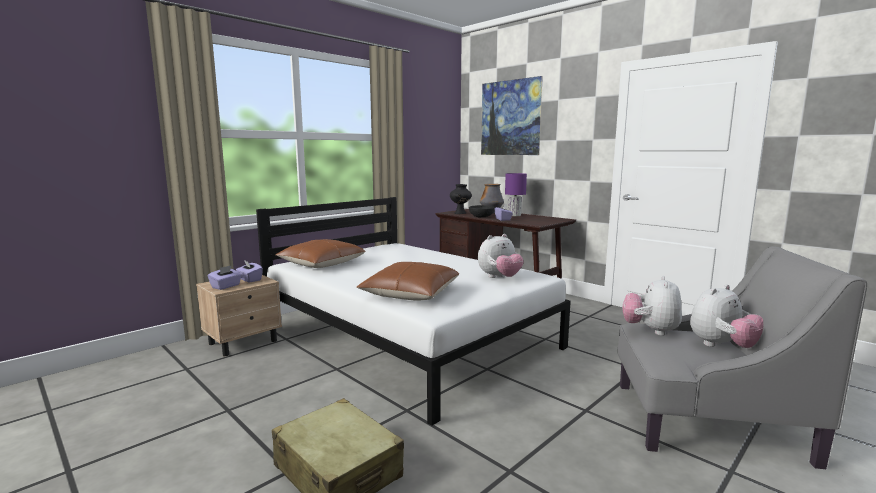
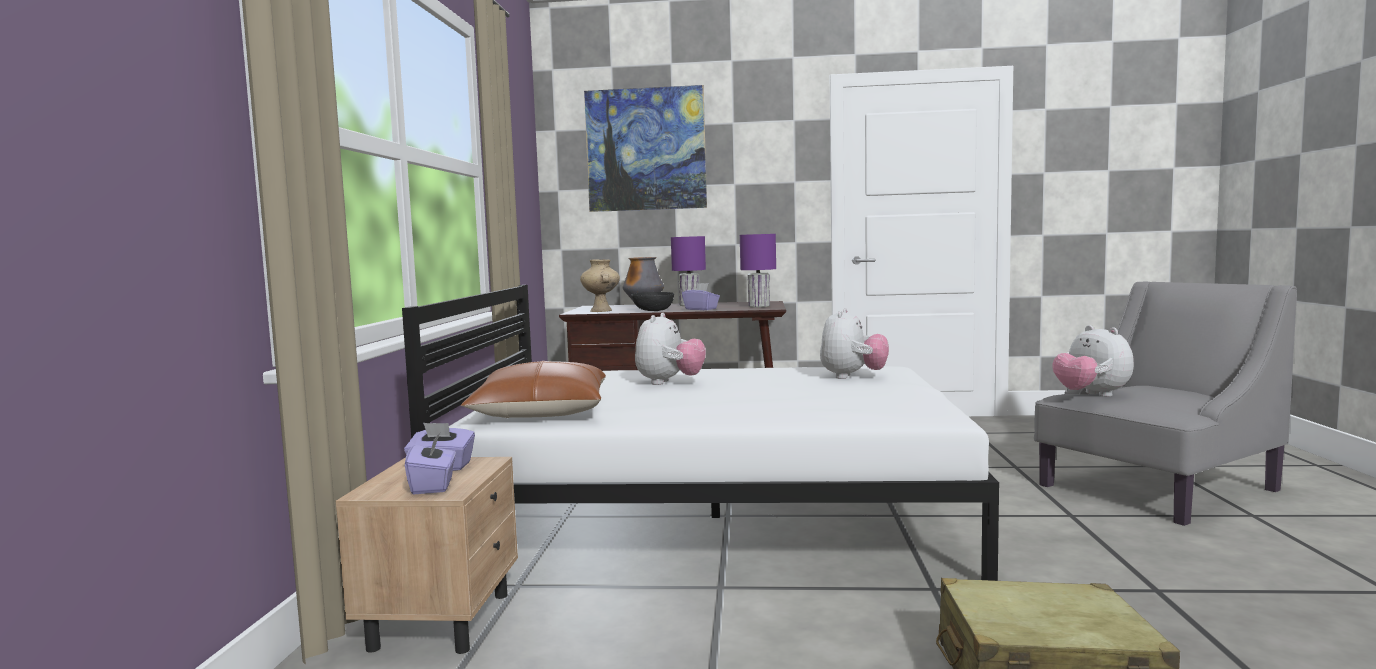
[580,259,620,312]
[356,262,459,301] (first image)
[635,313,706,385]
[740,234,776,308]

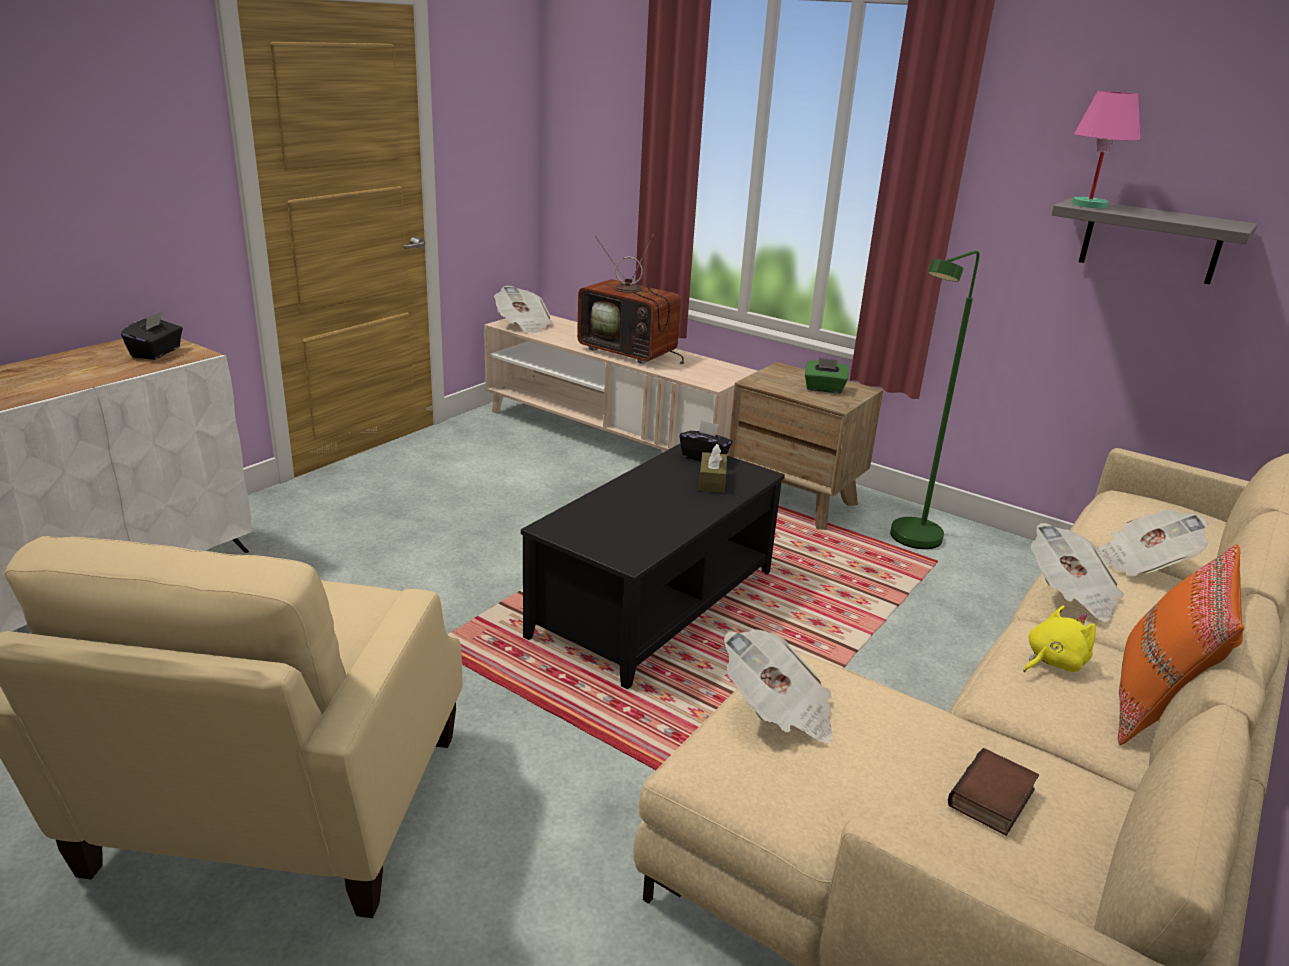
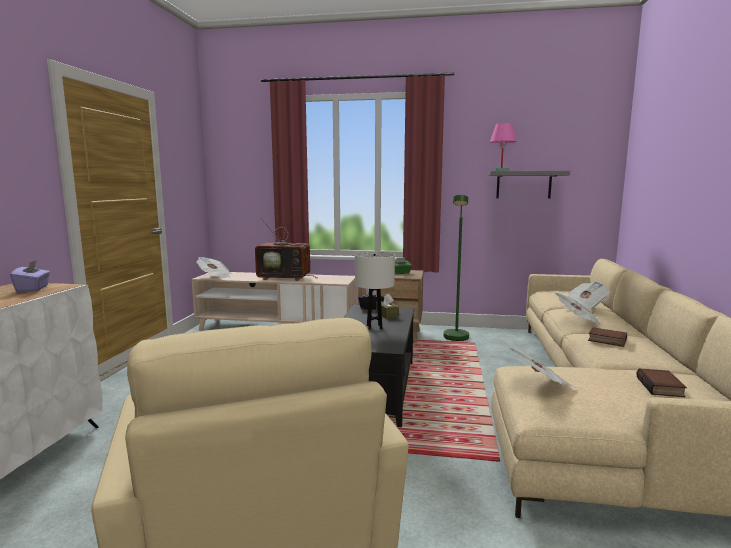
[10,260,50,292]
[1118,544,1244,745] (first image)
[588,327,627,347]
[355,252,395,330]

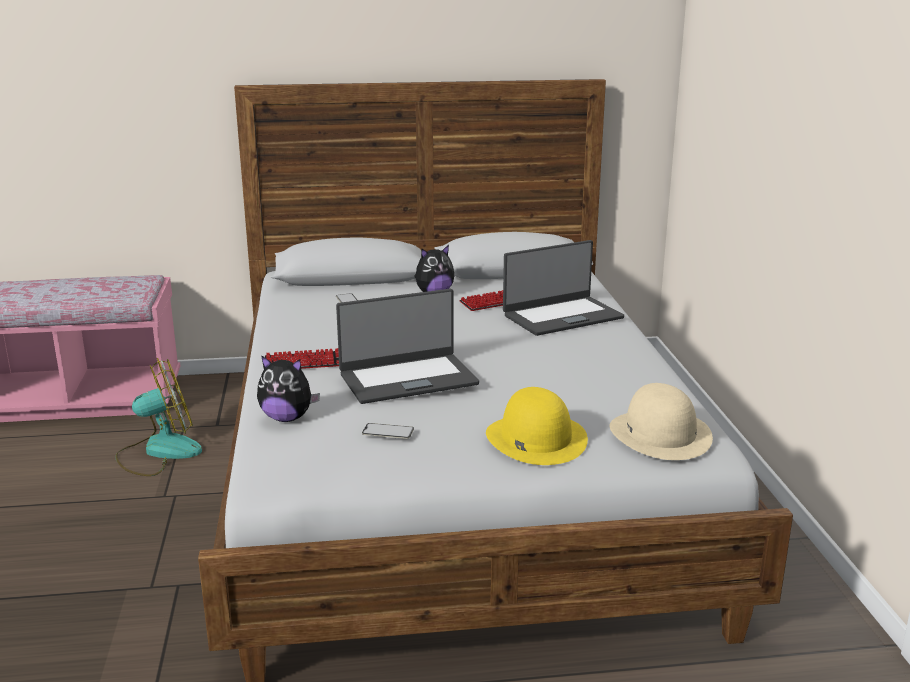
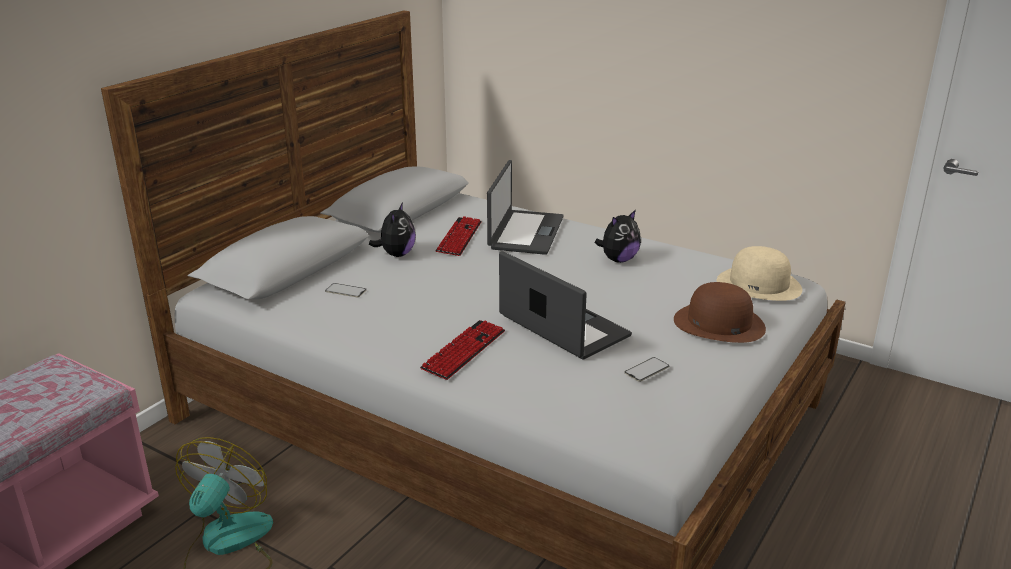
[499,251,632,360]
[595,210,641,263]
[674,282,766,343]

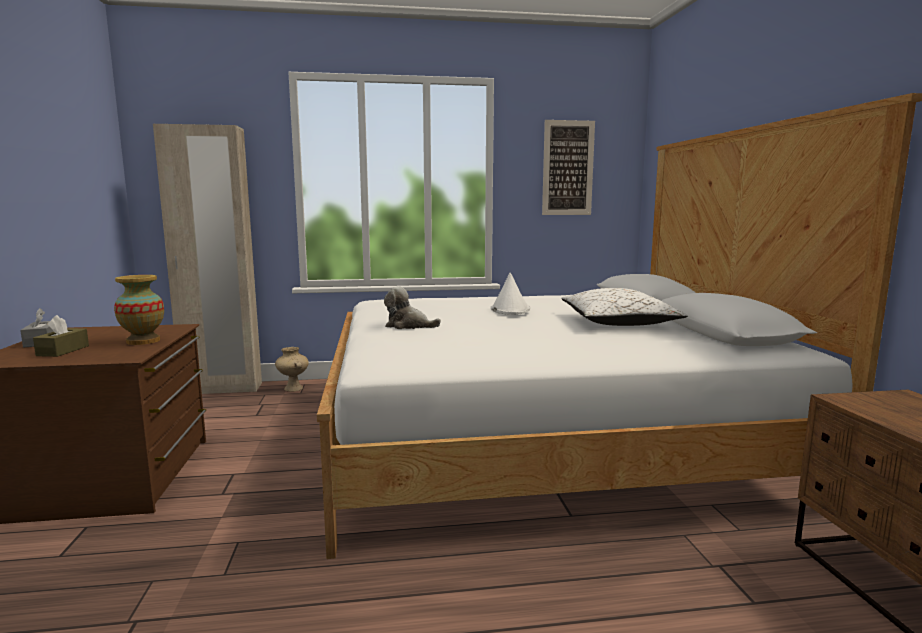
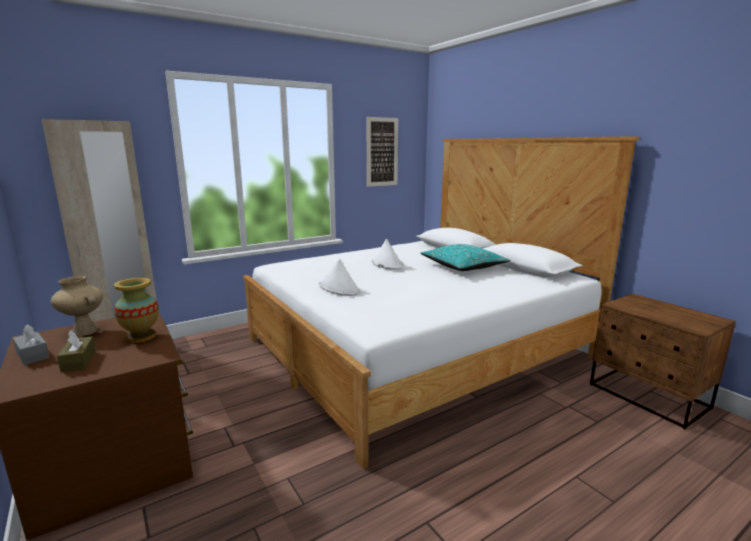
[319,259,361,296]
[420,244,510,271]
[51,276,103,336]

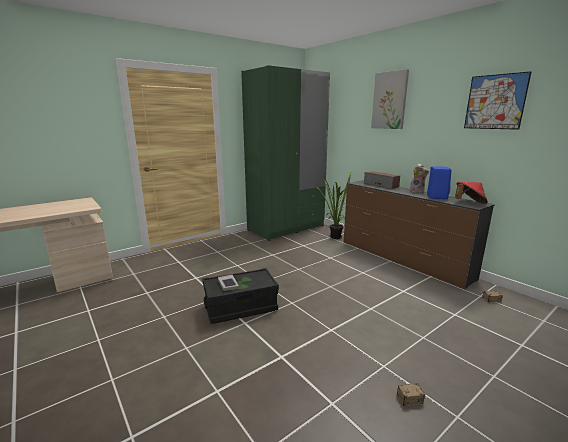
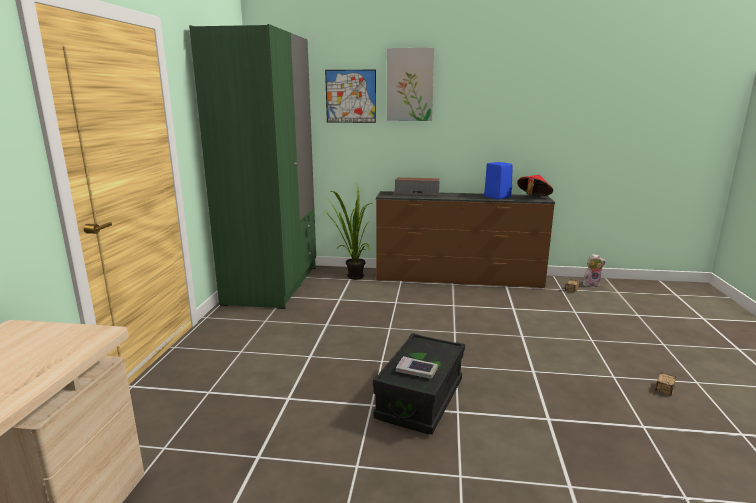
[325,70,376,123]
[583,254,606,288]

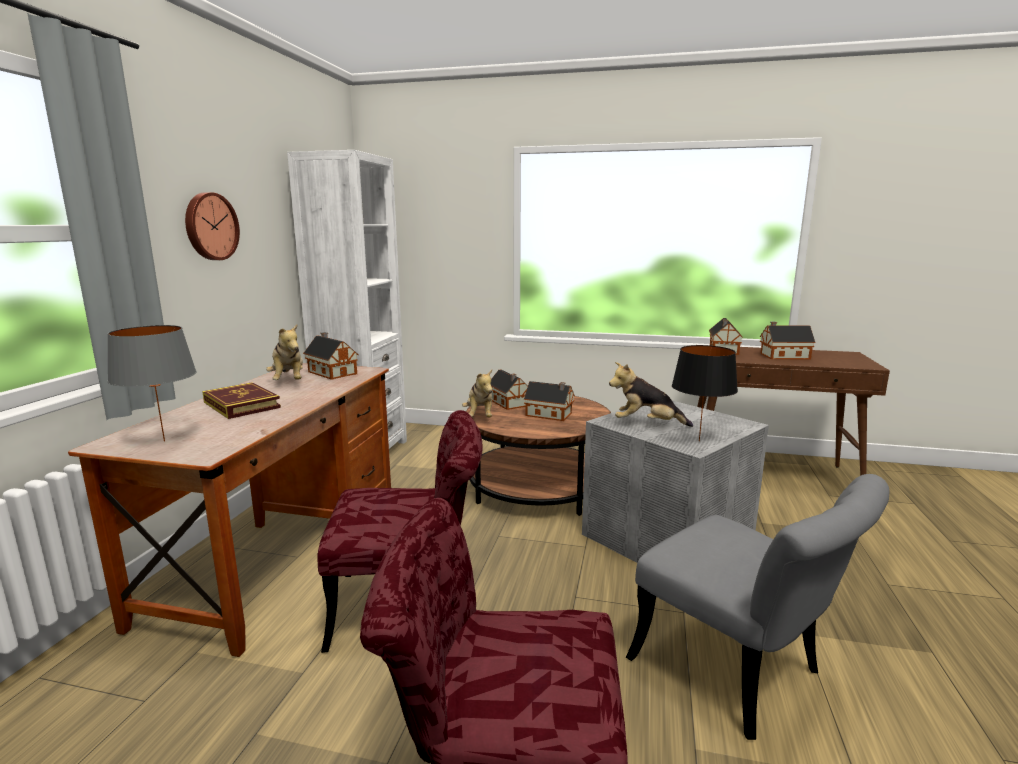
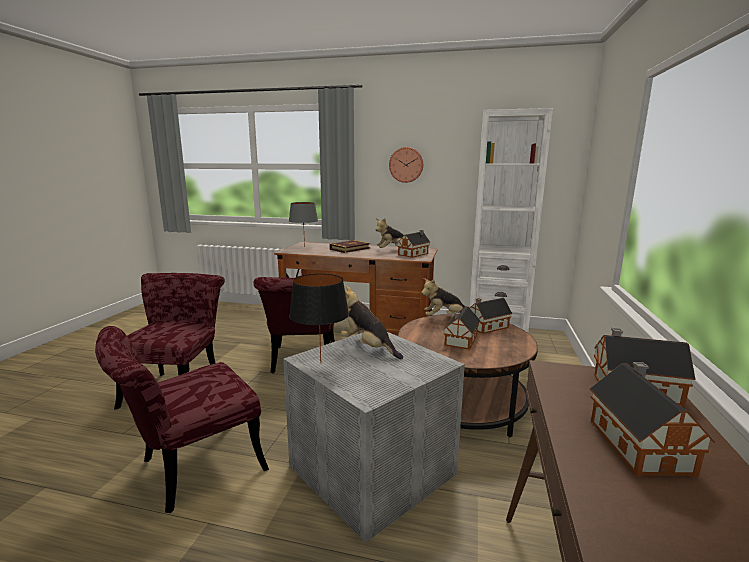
[341,286,403,359]
[95,326,269,513]

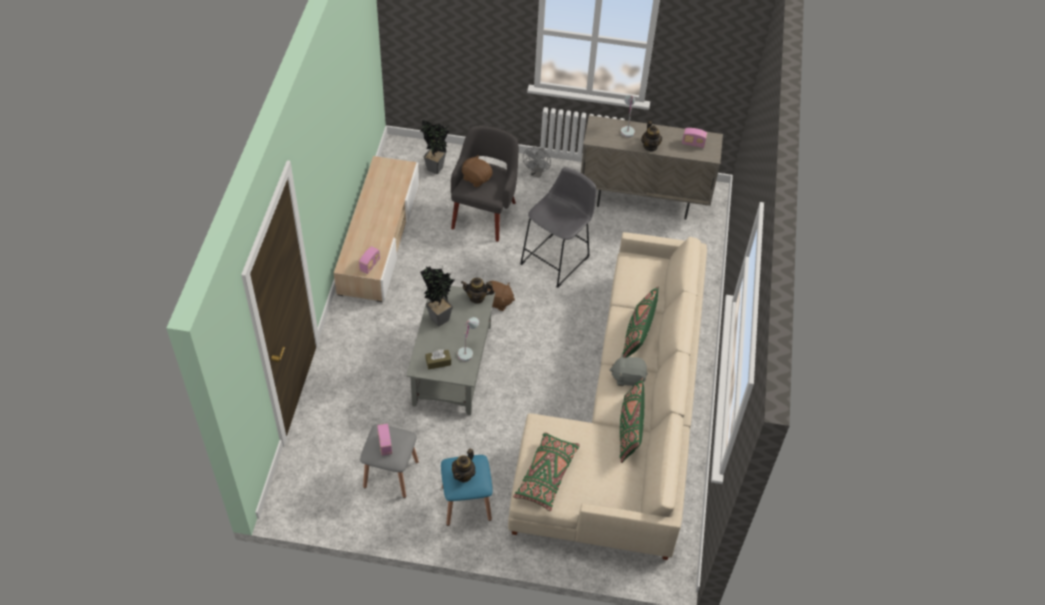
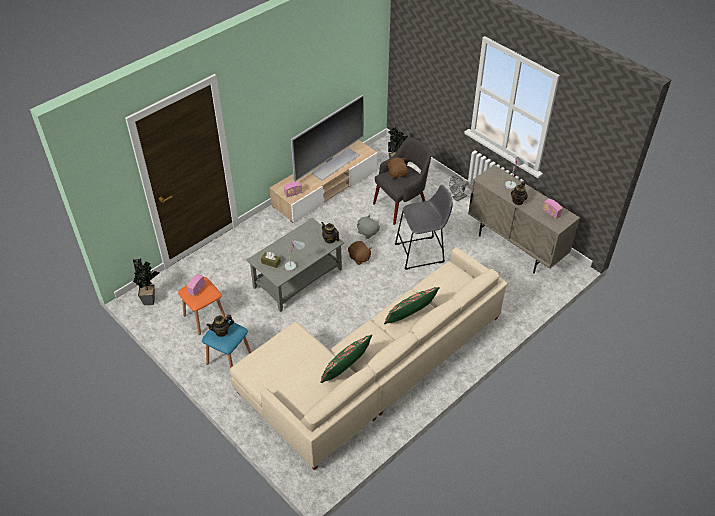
[133,259,160,305]
[357,215,380,239]
[178,277,226,335]
[513,432,580,511] (first image)
[291,94,364,182]

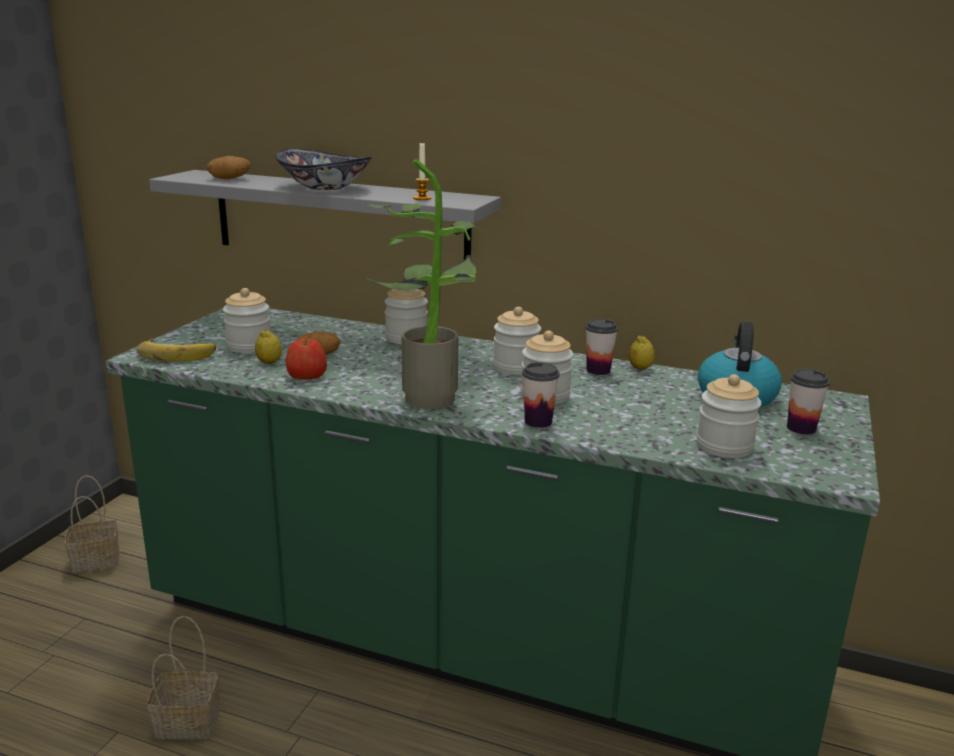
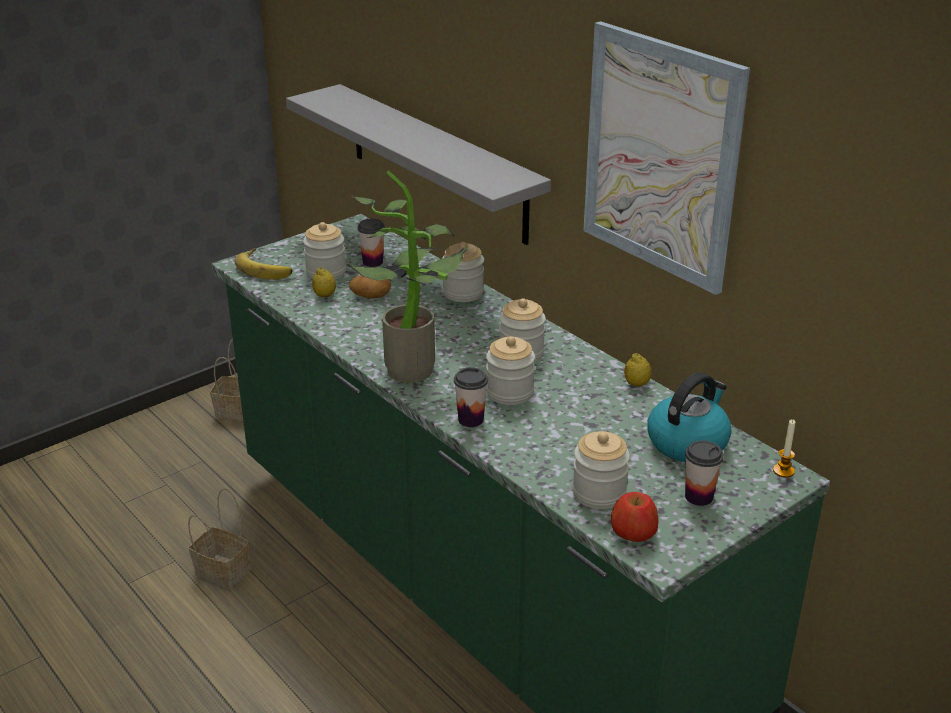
[773,419,795,478]
[275,148,372,190] (first image)
[207,156,251,179] (first image)
[357,219,385,267]
[611,492,658,542]
[583,21,750,295]

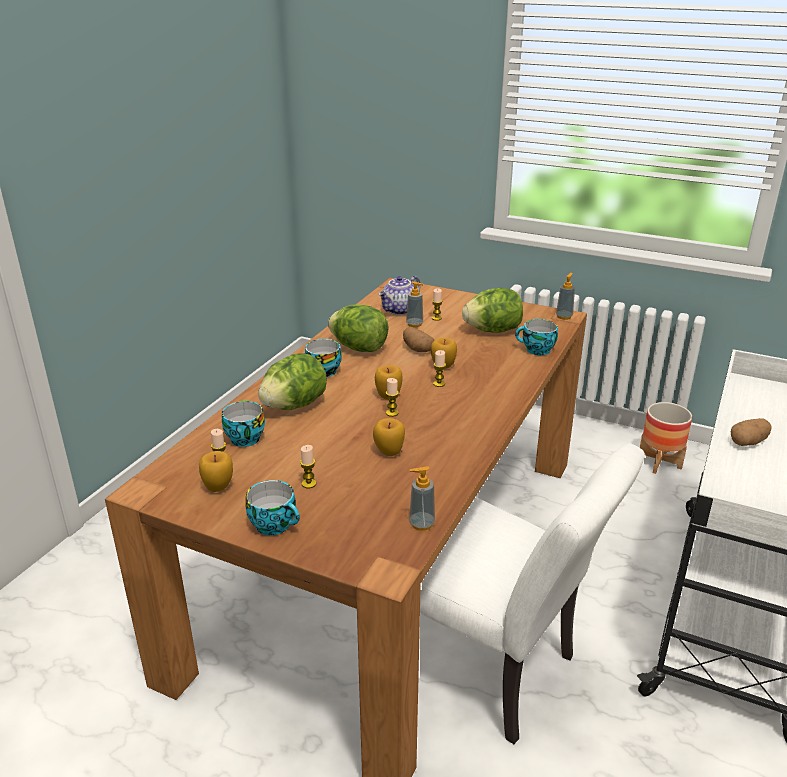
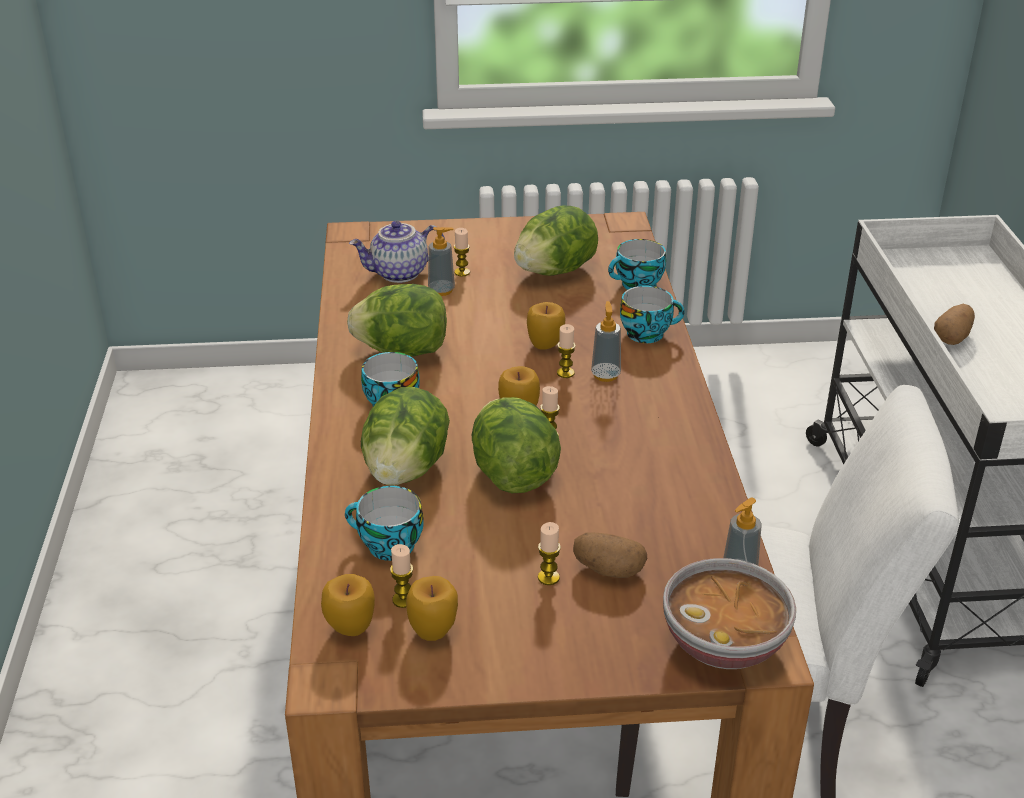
[591,301,621,382]
[349,221,445,283]
[573,532,647,578]
[640,402,692,474] (first image)
[321,574,375,636]
[620,286,685,343]
[472,397,561,493]
[663,558,796,669]

